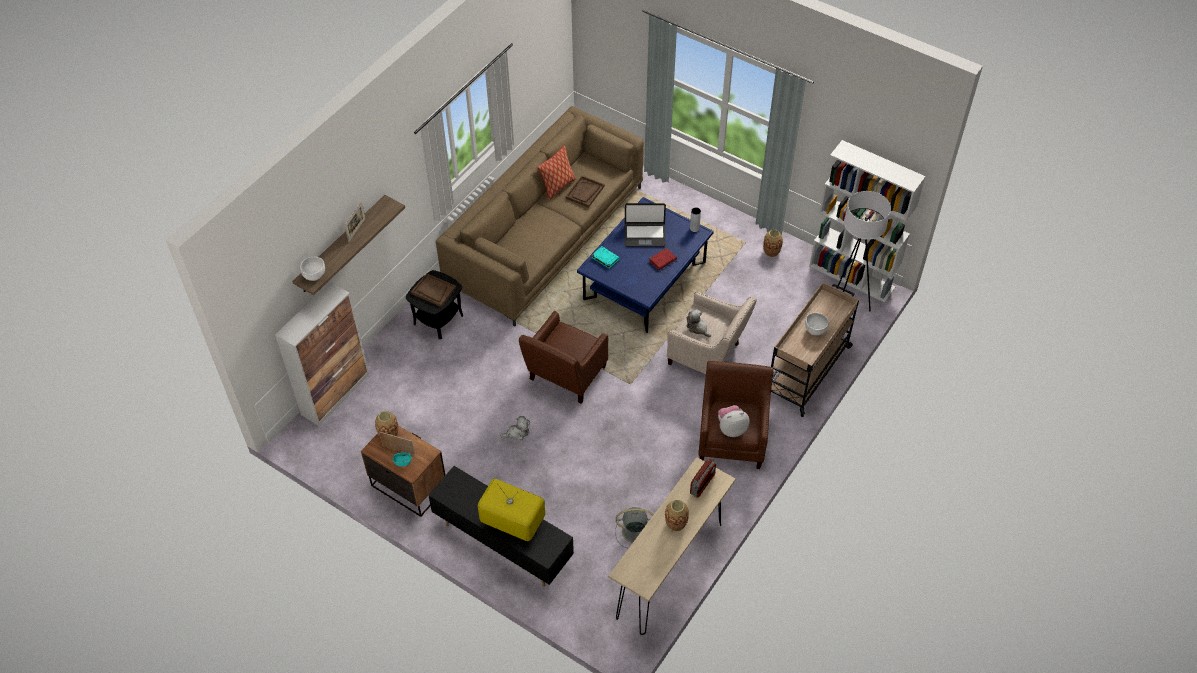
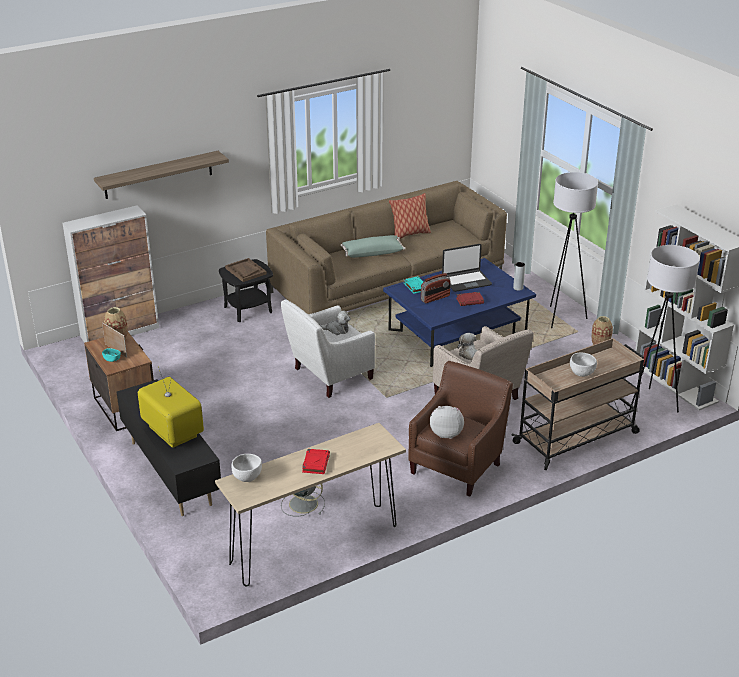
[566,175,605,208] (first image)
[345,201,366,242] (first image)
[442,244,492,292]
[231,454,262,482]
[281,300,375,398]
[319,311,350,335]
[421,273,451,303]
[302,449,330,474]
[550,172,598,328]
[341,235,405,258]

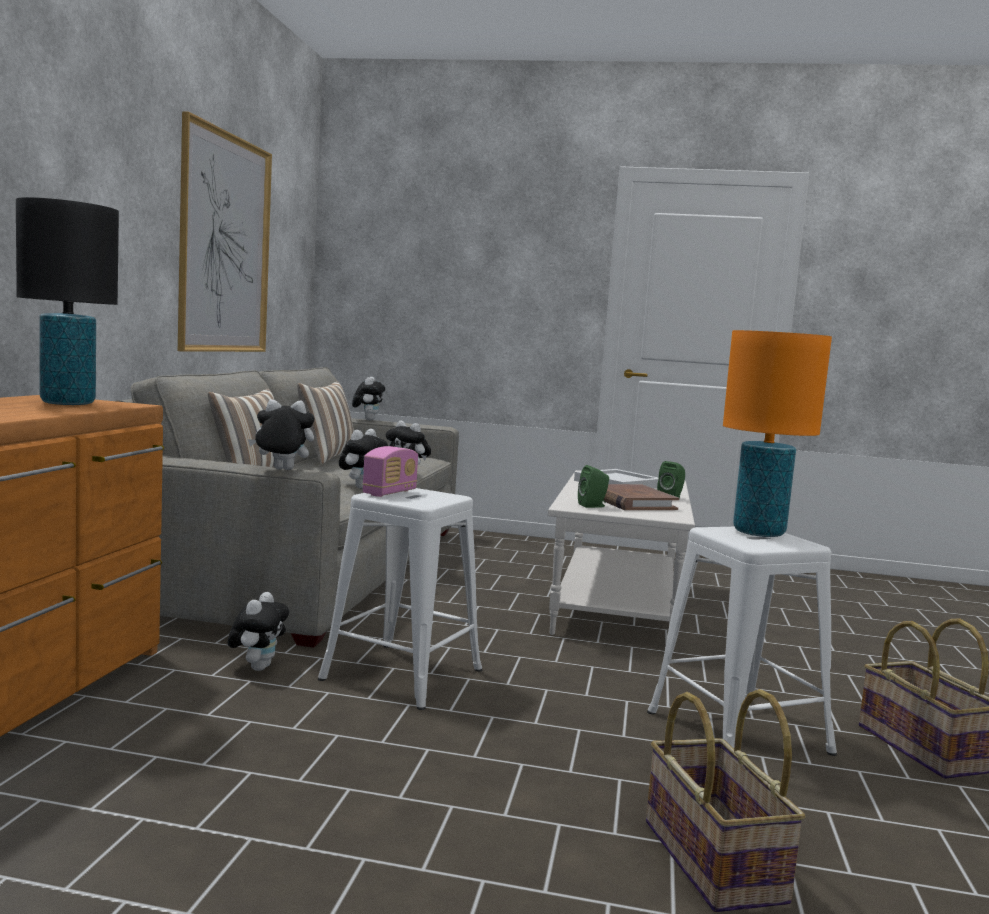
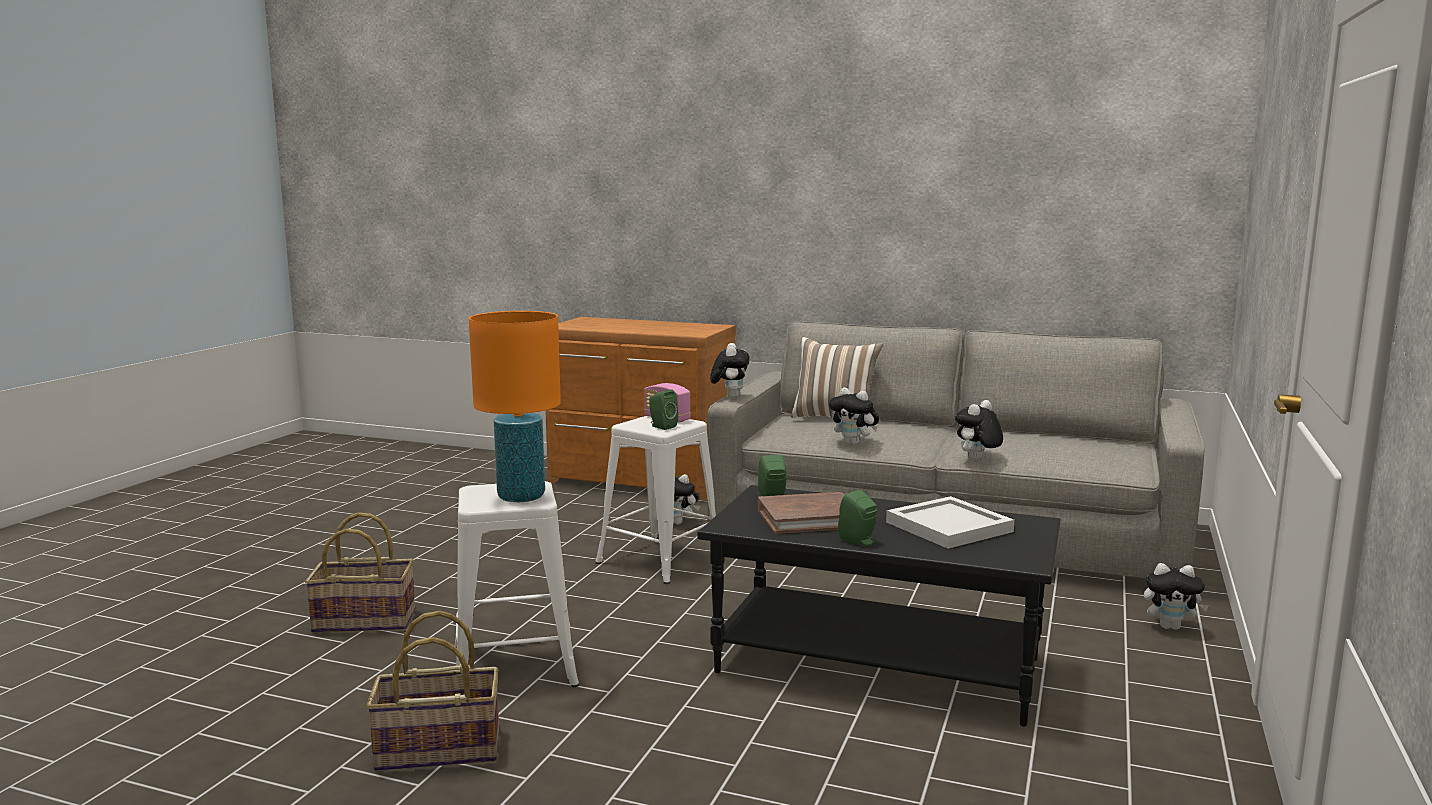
[178,111,272,352] (first image)
[16,197,119,405] (first image)
[1144,563,1209,630]
[297,381,354,464] (first image)
[698,485,1060,727]
[649,389,678,430]

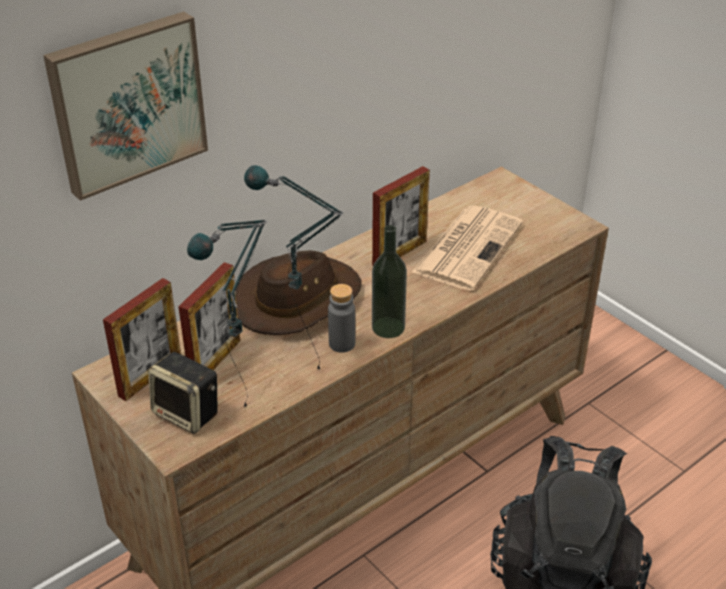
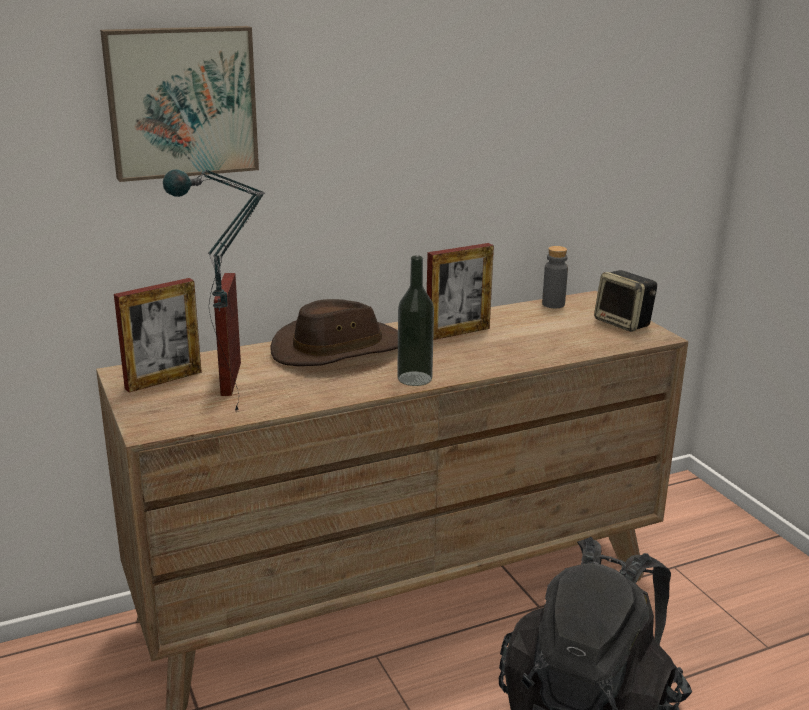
[244,165,344,369] (first image)
[411,205,523,291] (first image)
[214,273,241,396]
[542,246,568,308]
[594,270,657,332]

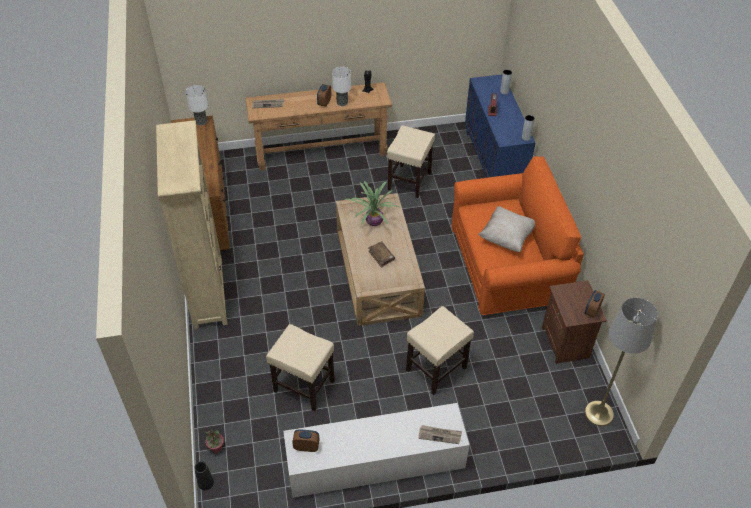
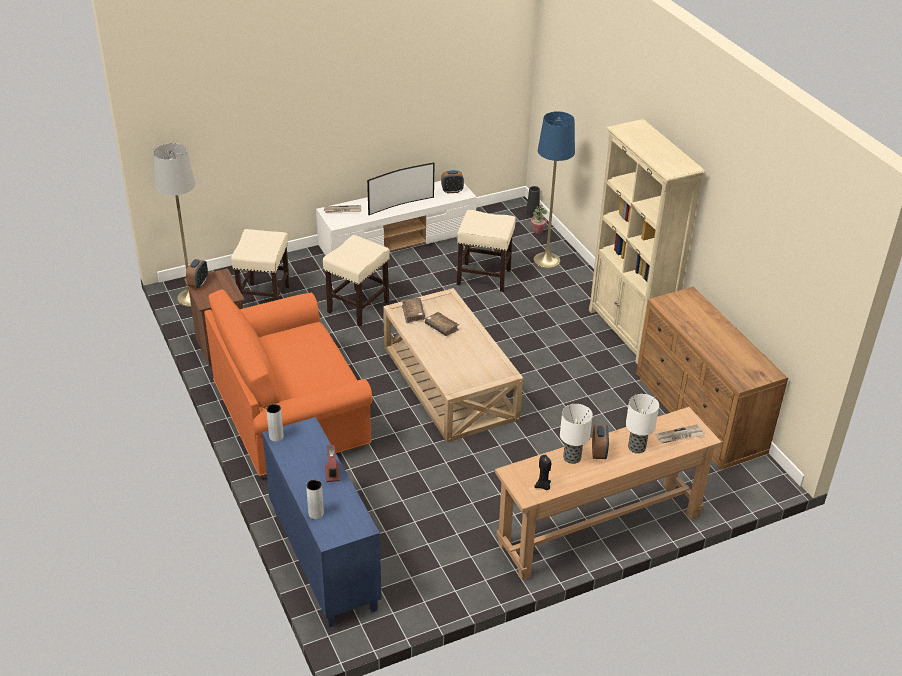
[626,394,659,454]
[231,229,290,308]
[344,181,399,226] (first image)
[478,206,535,252] (first image)
[533,111,575,269]
[367,163,434,215]
[402,298,425,323]

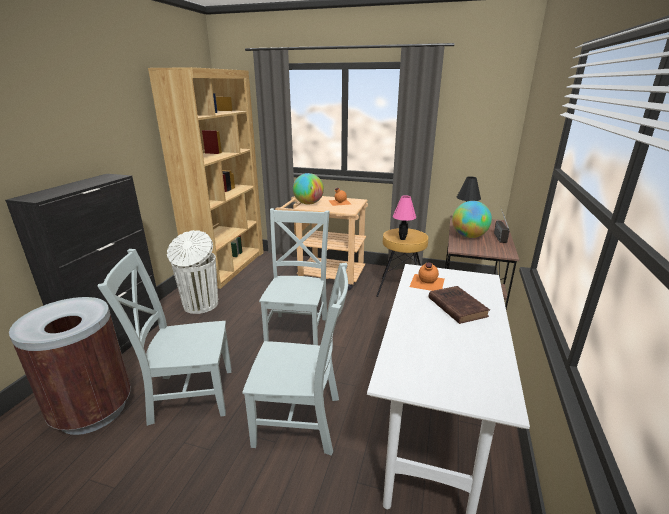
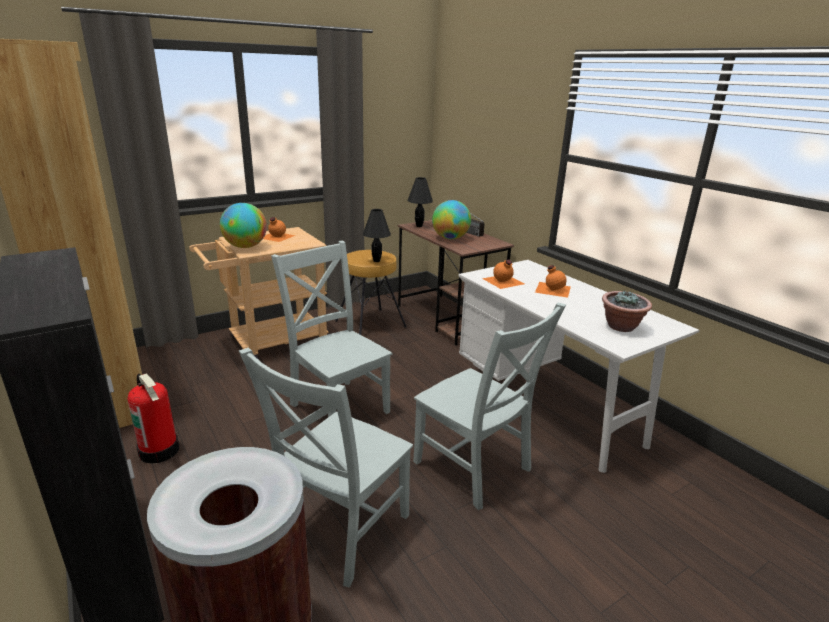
[363,209,391,262]
[127,373,179,464]
[413,303,566,510]
[535,265,571,298]
[602,291,652,332]

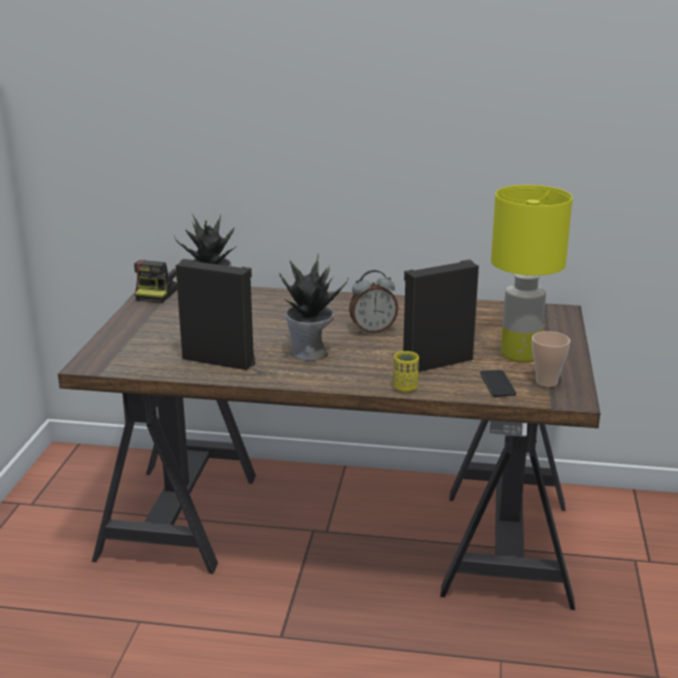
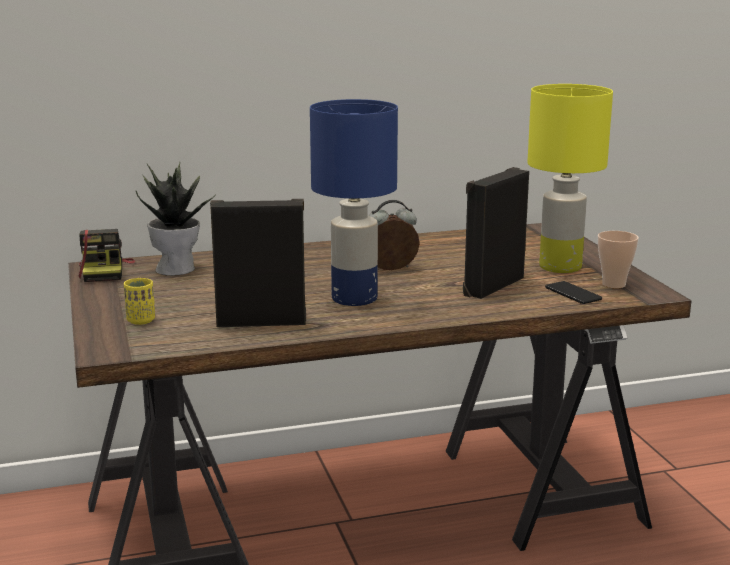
[310,99,398,306]
[369,200,419,270]
[124,278,155,325]

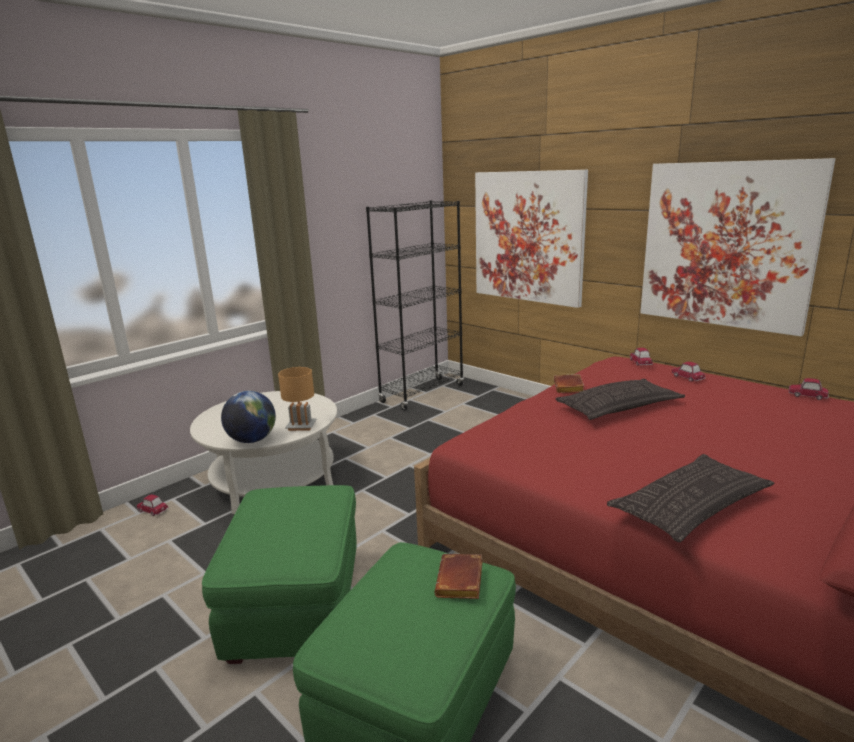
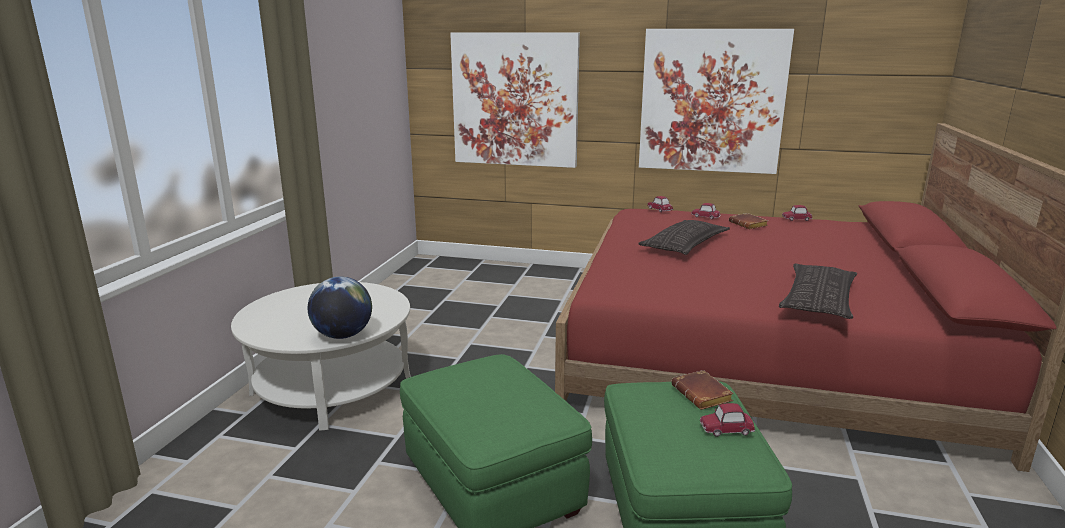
[366,200,464,411] (first image)
[278,367,317,431] (first image)
[729,213,768,229]
[700,403,755,437]

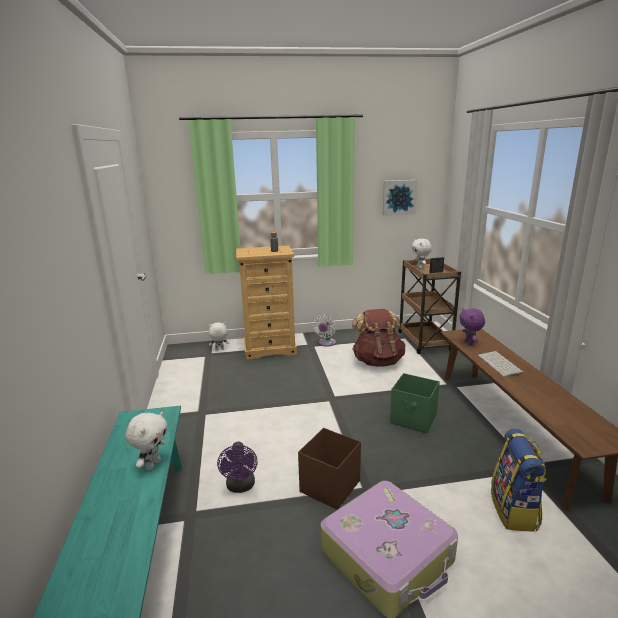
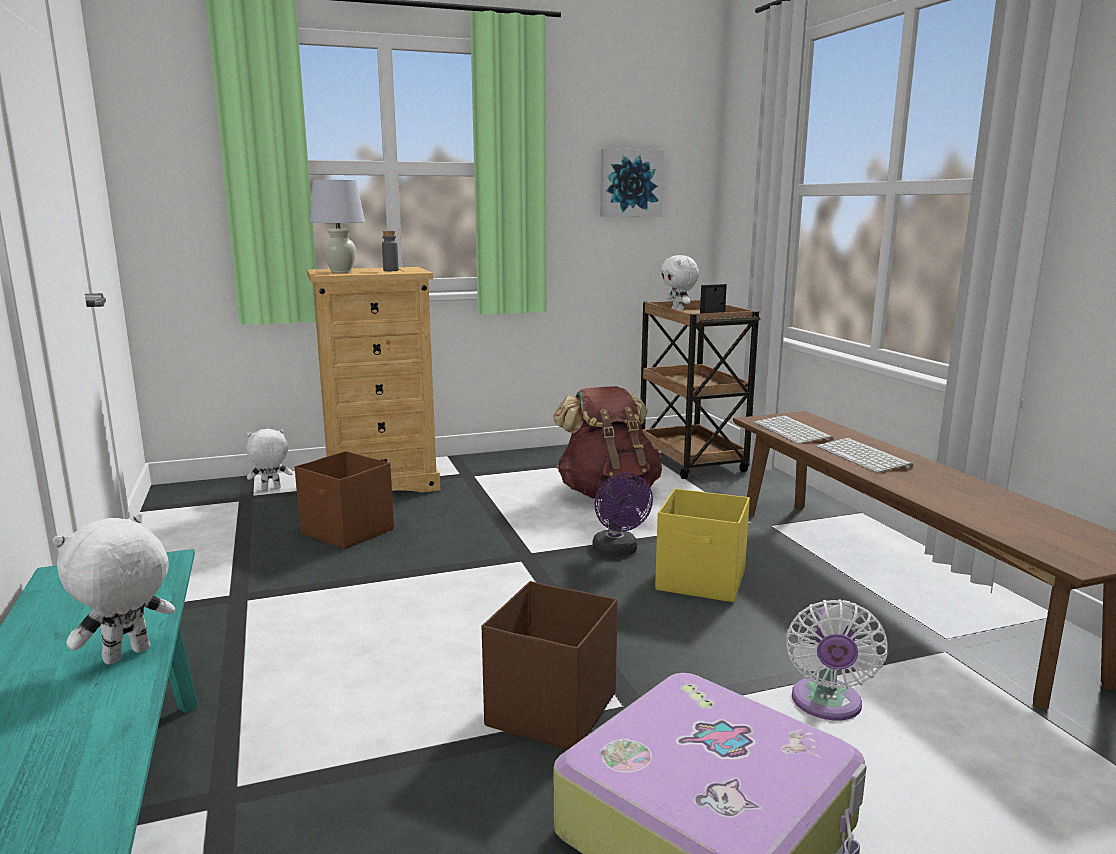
[754,415,833,444]
[786,599,888,720]
[655,489,750,602]
[53,513,175,665]
[491,429,547,532] (first image)
[592,473,653,557]
[310,180,365,273]
[295,451,394,549]

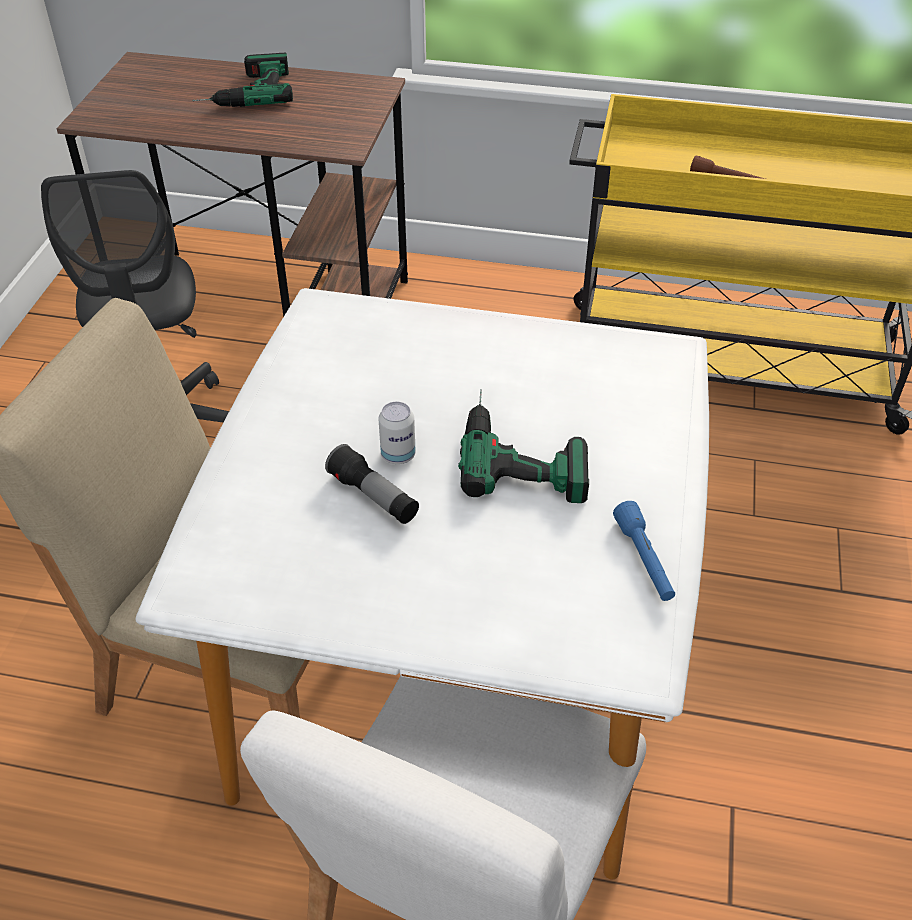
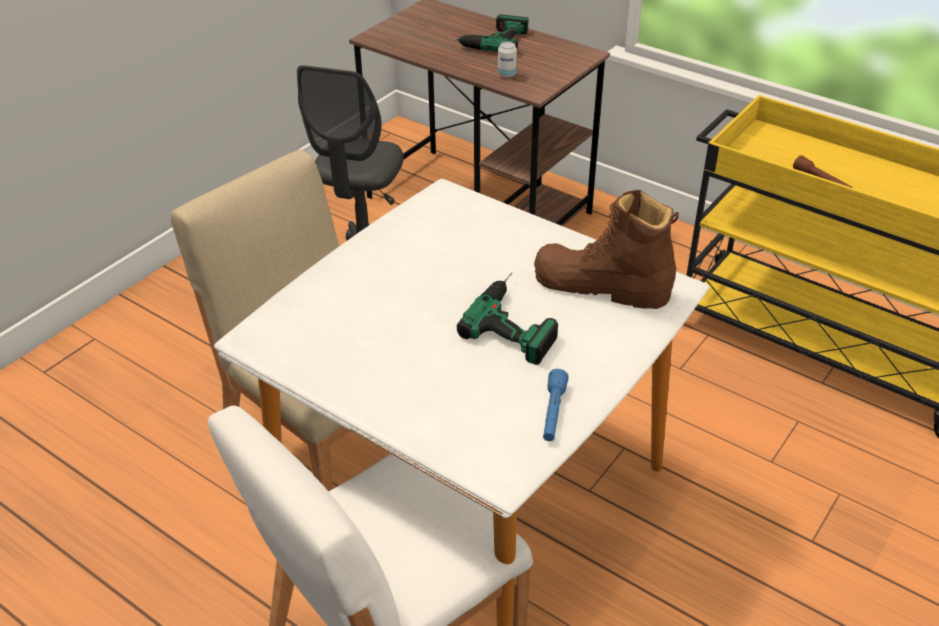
[498,42,517,78]
[325,444,419,524] (first image)
[534,190,679,309]

